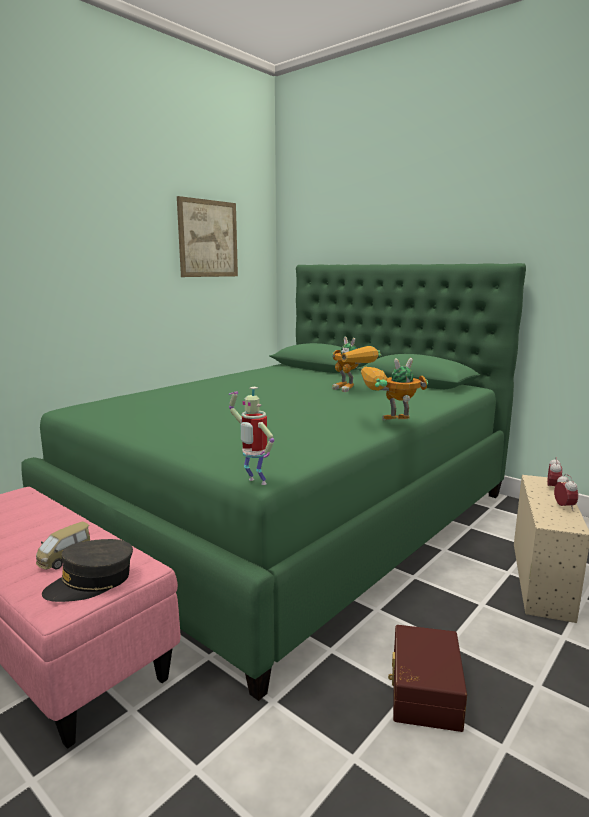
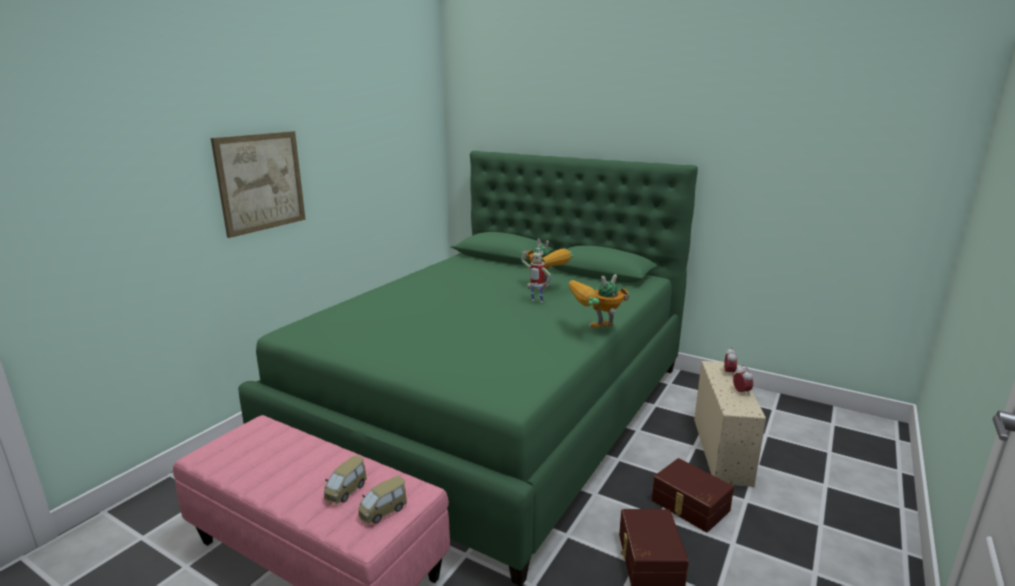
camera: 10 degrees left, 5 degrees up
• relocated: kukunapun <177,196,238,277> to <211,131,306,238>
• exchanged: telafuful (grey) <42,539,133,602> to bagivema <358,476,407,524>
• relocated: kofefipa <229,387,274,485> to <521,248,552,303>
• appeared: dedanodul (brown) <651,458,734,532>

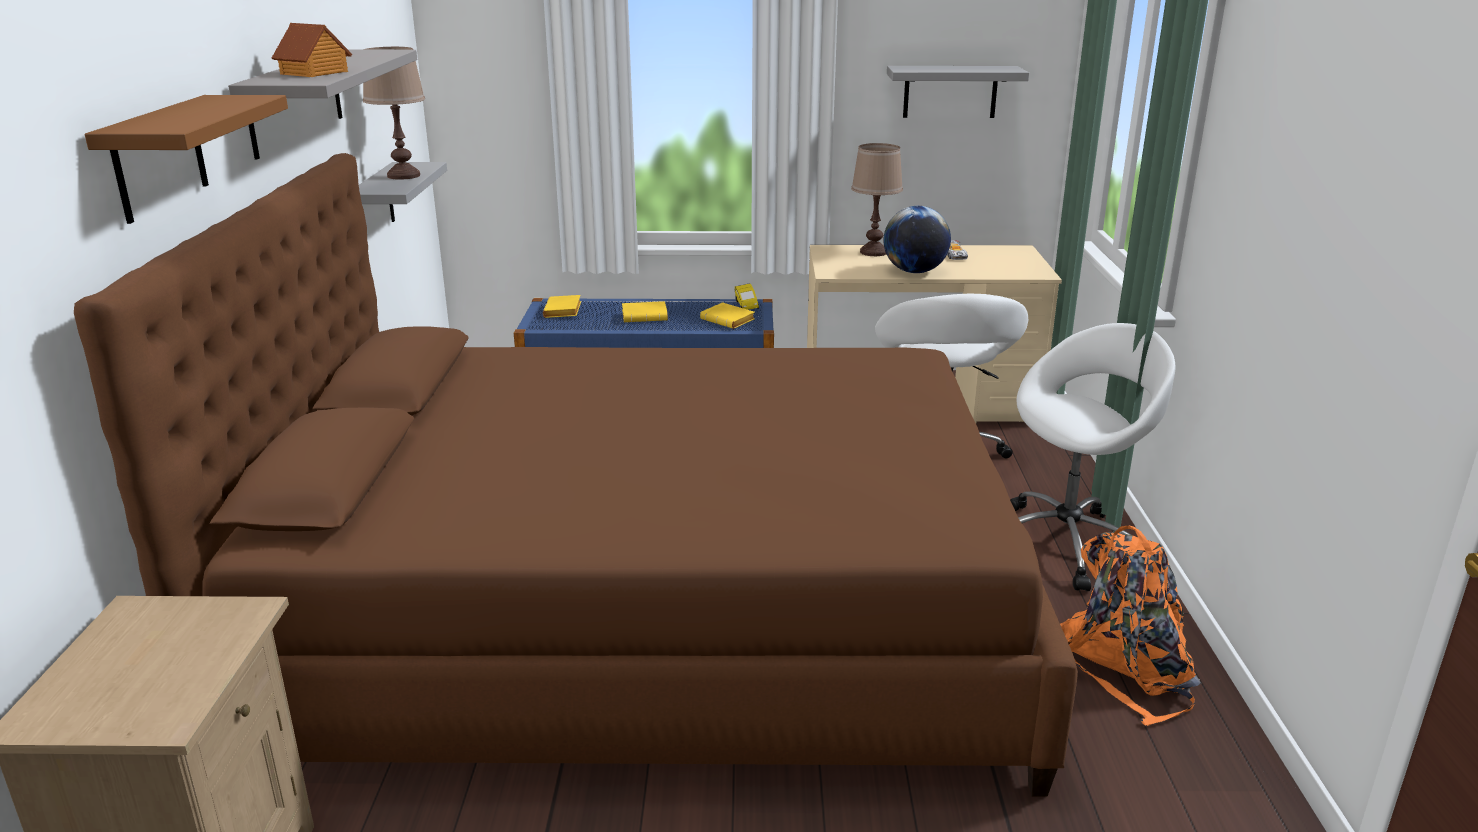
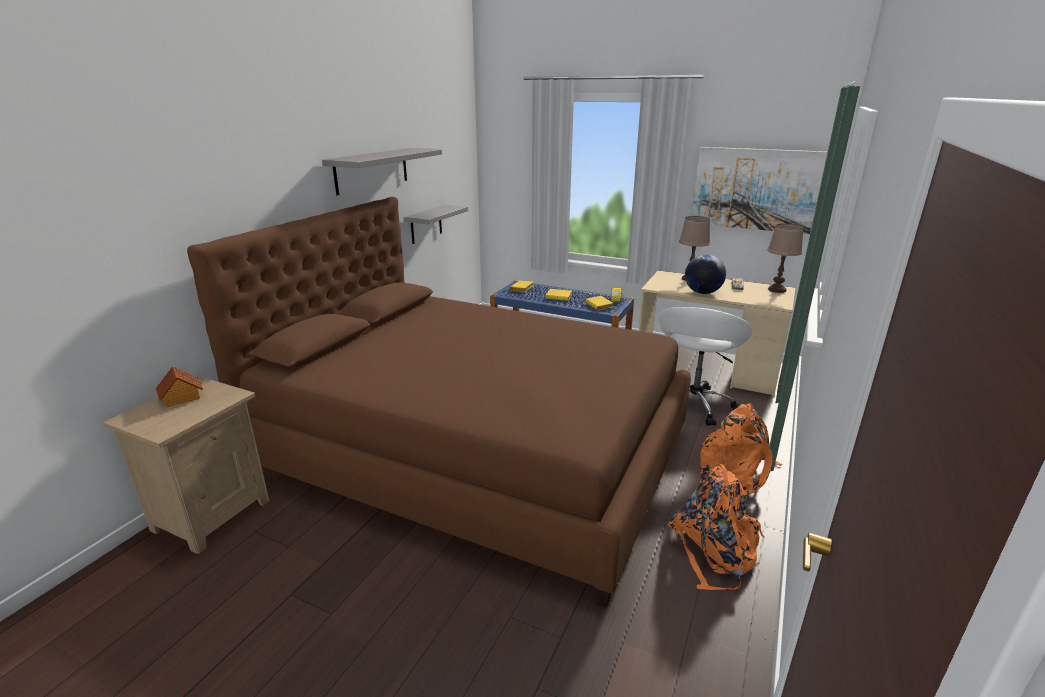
camera: 25 degrees right, 0 degrees up
• relocated: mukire <272,23,352,77> to <156,366,203,408>
• exchanged: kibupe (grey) <887,66,1029,118> to kukunapun <691,147,827,234>
• exchanged: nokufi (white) <1010,323,1176,591> to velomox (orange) <700,403,783,495>
• relocated: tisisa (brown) <363,47,425,180> to <768,223,804,293>
• missing: kibupe (brown) <85,95,288,224>

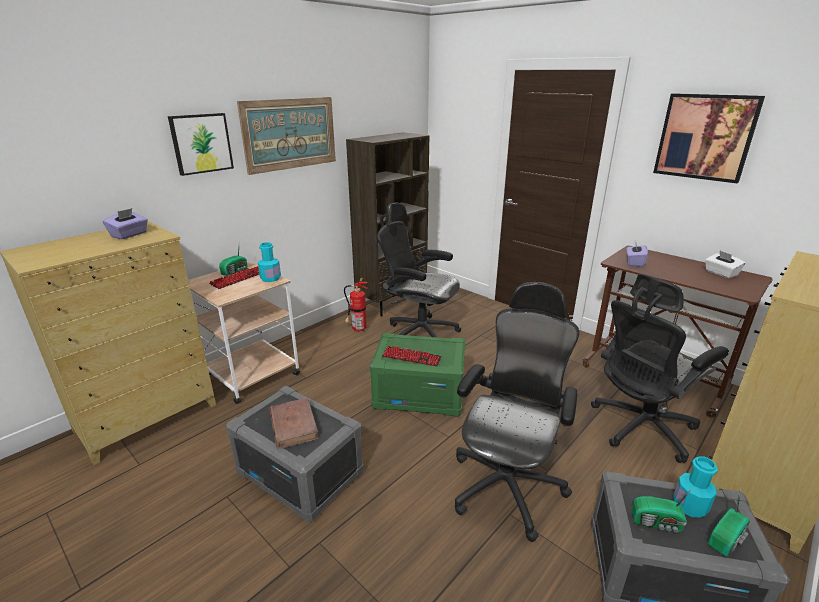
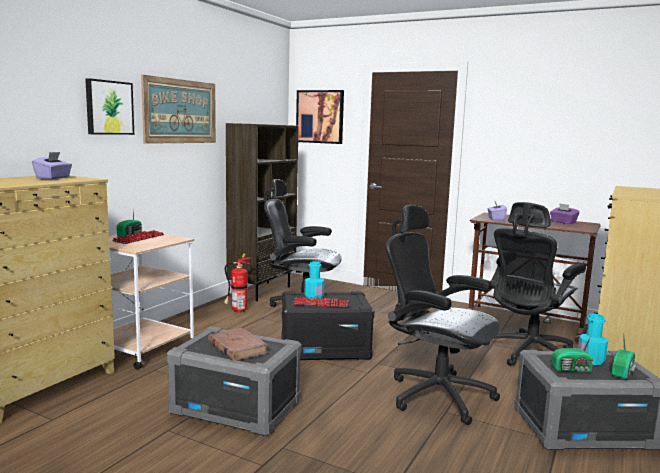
camera: 15 degrees left, 15 degrees down
• colour: dedanodul (green) <370,333,466,417> to dedanodul (black) <281,291,374,360>
• relocated: kukunapun <653,93,765,184> to <296,90,344,144>
• relocated: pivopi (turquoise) <258,242,281,282> to <305,261,325,299>
• spun: nokufi <455,282,579,542> = <386,205,500,425> 60 degrees counterclockwise
• colour: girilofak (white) <705,251,746,278> to girilofak (purple) <550,203,580,224>

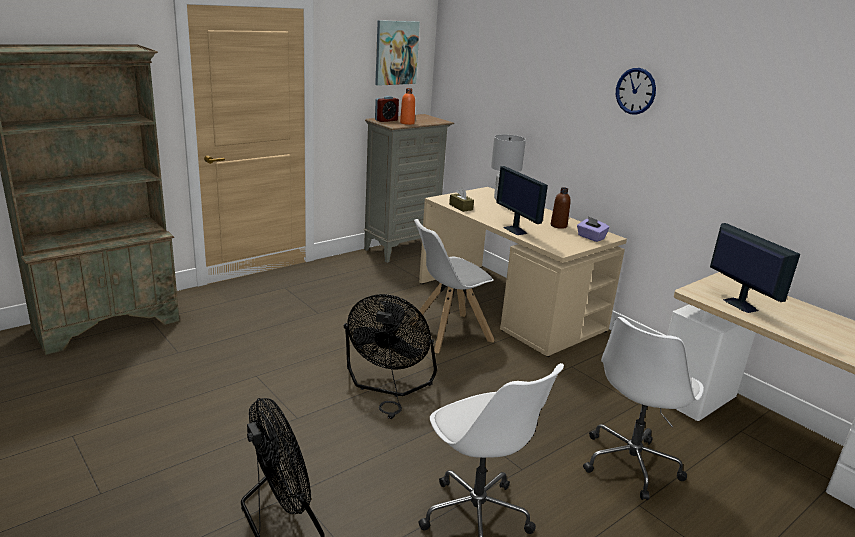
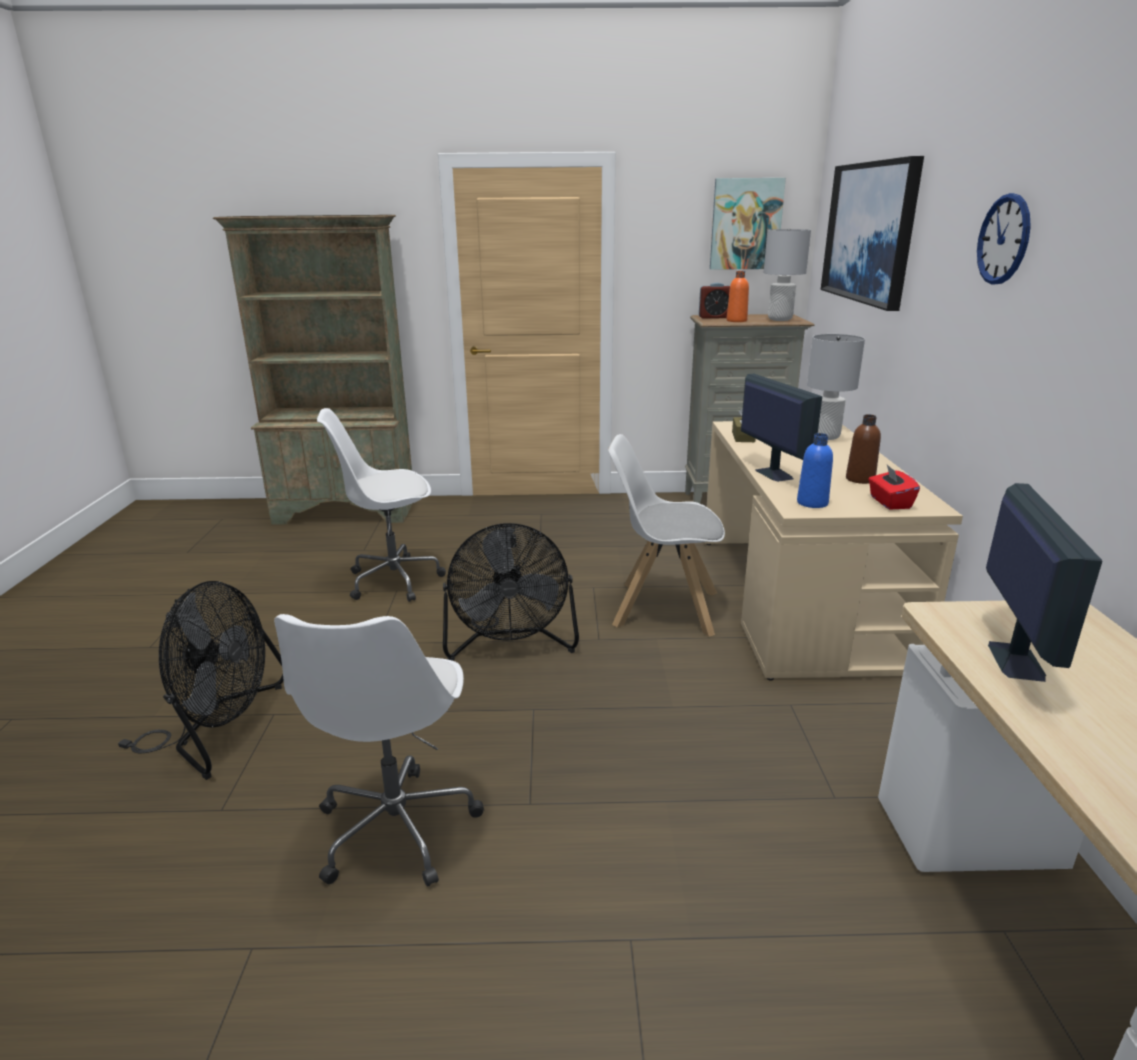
camera: 40 degrees right, 0 degrees up
• relocated: nokufi (white) <583,317,704,500> to <317,408,446,602>
• spun: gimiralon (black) <344,294,437,419> = <443,523,579,661> 120 degrees clockwise
• spun: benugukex <496,166,548,235> = <741,374,822,482> 150 degrees clockwise
• appeared: tisisa (grey) <764,228,811,321>
• appeared: pivopi (blue) <797,433,833,508>
• appeared: kukunapun <821,156,924,311>
• colour: girilofak (purple) <577,216,609,242> to girilofak (red) <868,465,920,510>

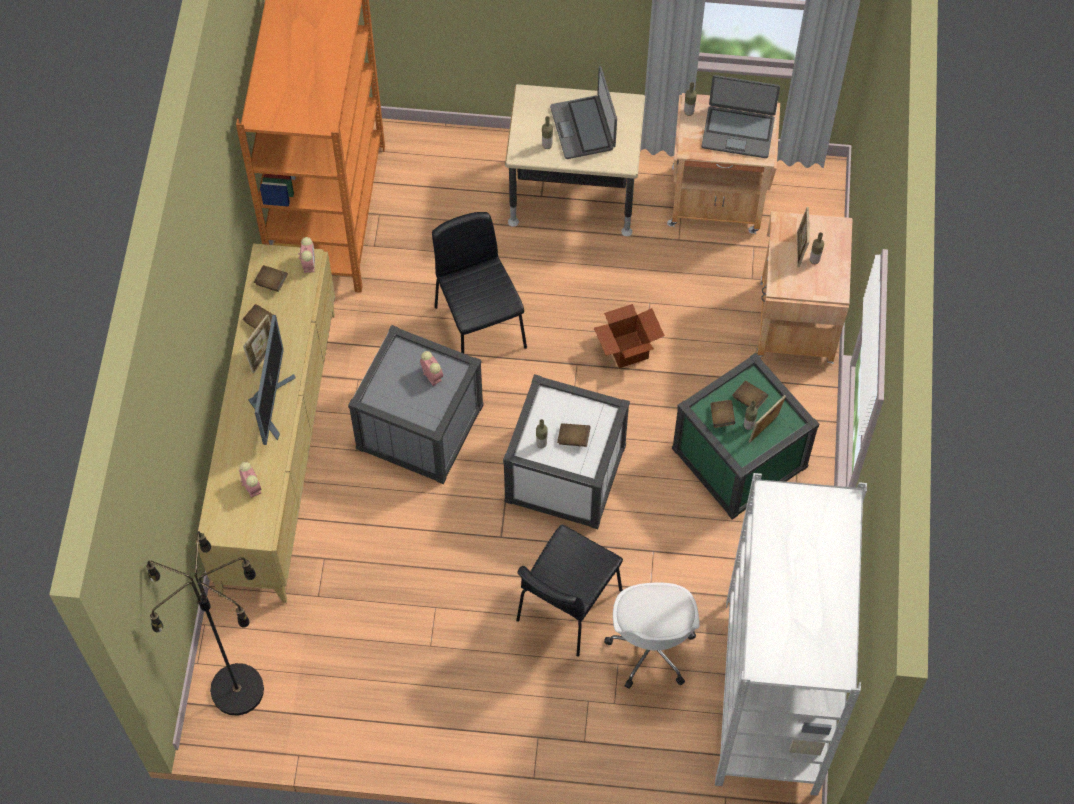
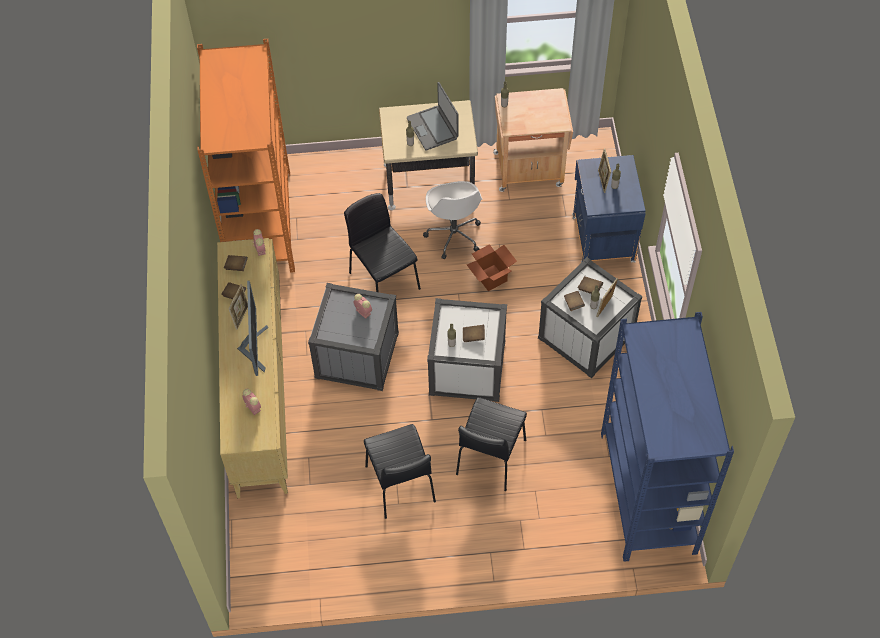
camera: 10 degrees left, 5 degrees down
• appeared: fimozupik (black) <364,424,436,519>
• relocated: nokufi (white) <604,582,700,689> to <423,181,483,259>
• colour: dedanodul (green) <672,353,819,520> to dedanodul (white) <538,257,642,378>
• colour: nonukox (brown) <757,211,853,364> to nonukox (blue) <572,155,646,263>
• colour: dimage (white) <715,473,867,795> to dimage (blue) <601,312,734,562>
• missing: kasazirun <147,531,264,716>
• missing: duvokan <702,75,780,158>

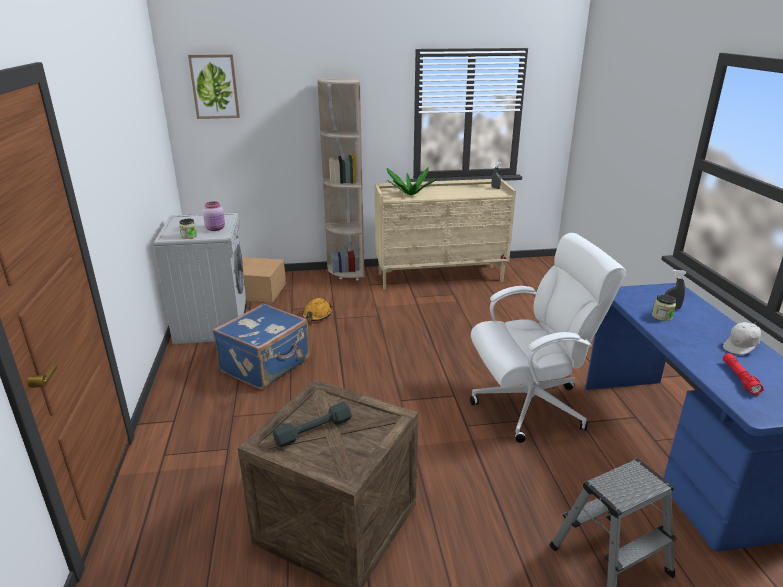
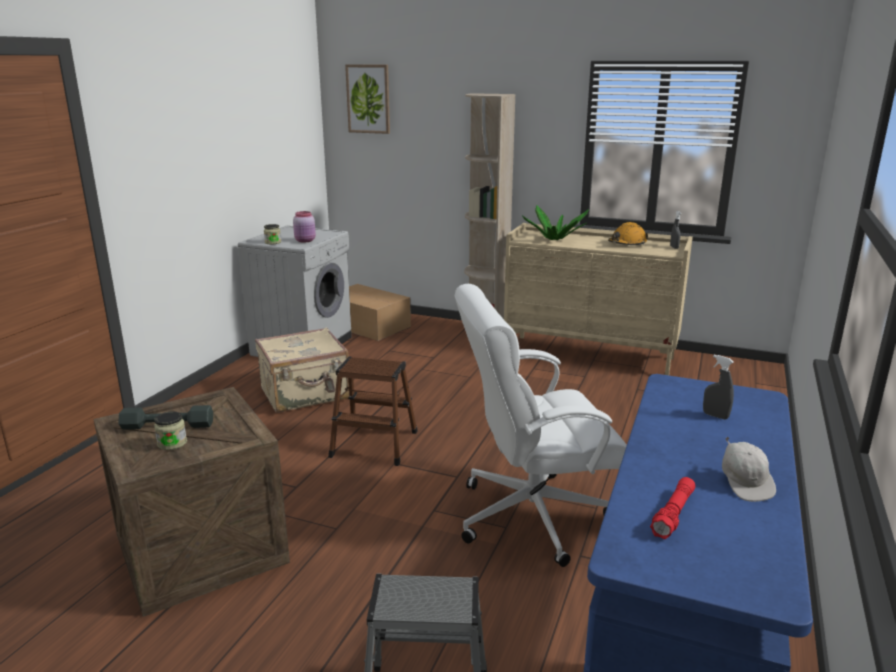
camera: 30 degrees right, 5 degrees down
• relocated: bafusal <652,294,676,321> to <154,411,187,450>
• colour: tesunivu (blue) <212,303,310,389> to tesunivu (beige) <255,327,349,413>
• appeared: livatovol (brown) <328,357,418,466>
• spun: nokufi (white) <470,233,626,443> = <454,284,627,567> 150 degrees clockwise
• relocated: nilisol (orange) <302,298,332,321> to <608,222,648,245>
• spun: telafuful (white) <723,322,761,355> = <722,436,776,502> 90 degrees counterclockwise

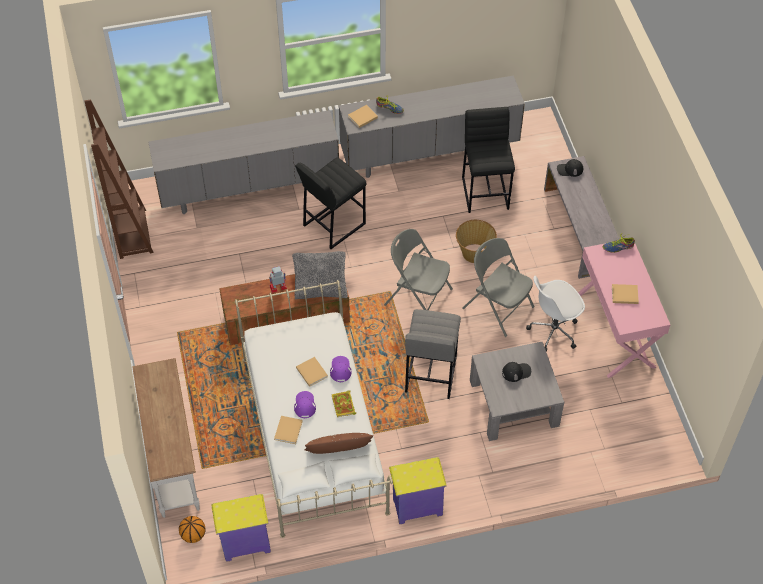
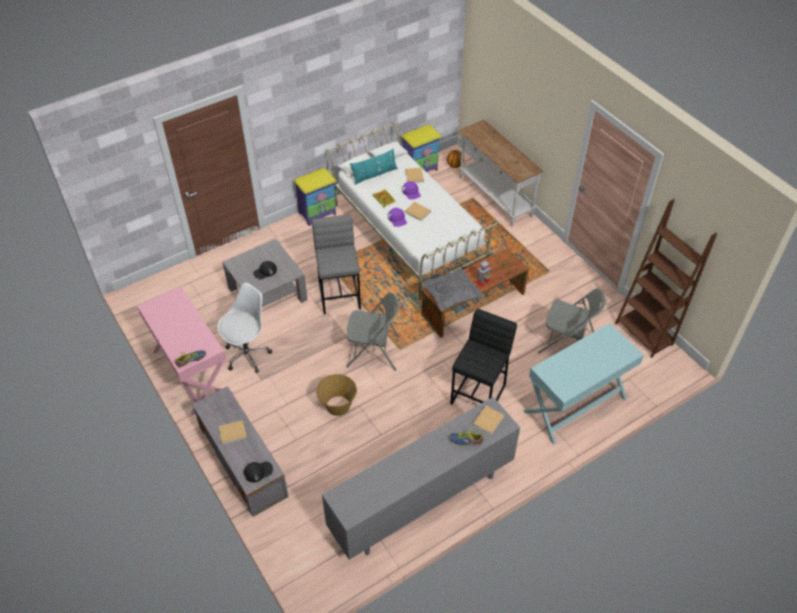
camera: 160 degrees right, 5 degrees down
• relocated: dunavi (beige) <612,284,639,304> to <219,420,247,445>
• colour: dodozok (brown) <305,433,373,454> to dodozok (turquoise) <350,148,398,185>
• exchanged: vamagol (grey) <149,110,339,214> to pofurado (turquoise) <524,323,644,445>
• relocated: fimozupik (grey) <462,238,535,338> to <538,288,605,354>
• missing: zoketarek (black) <462,107,515,213>

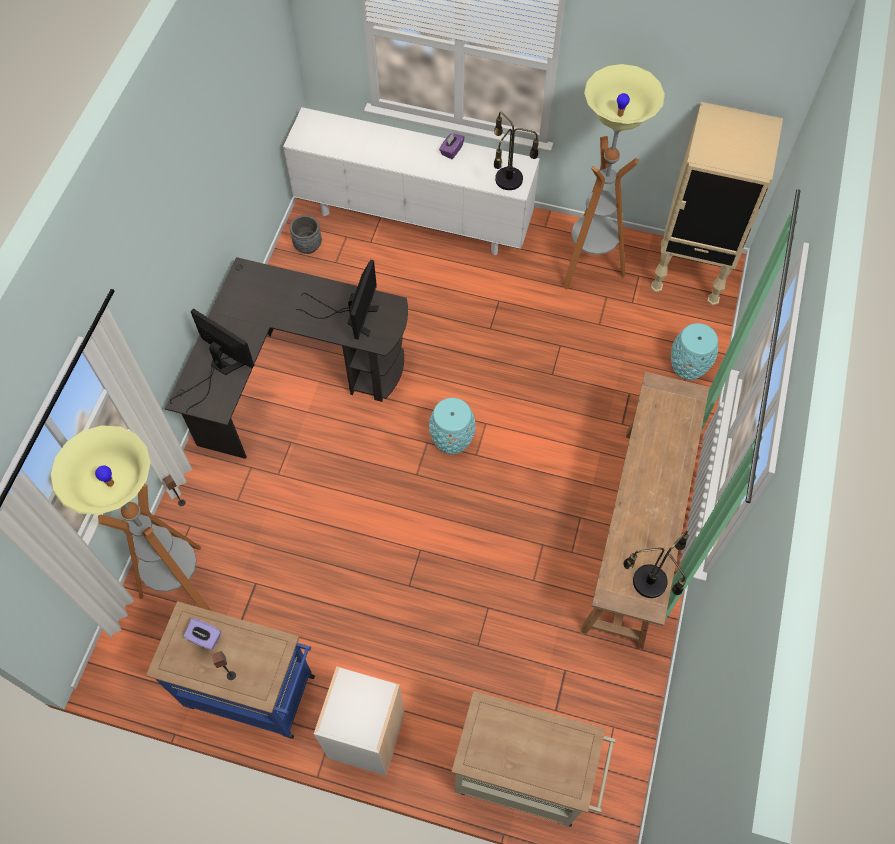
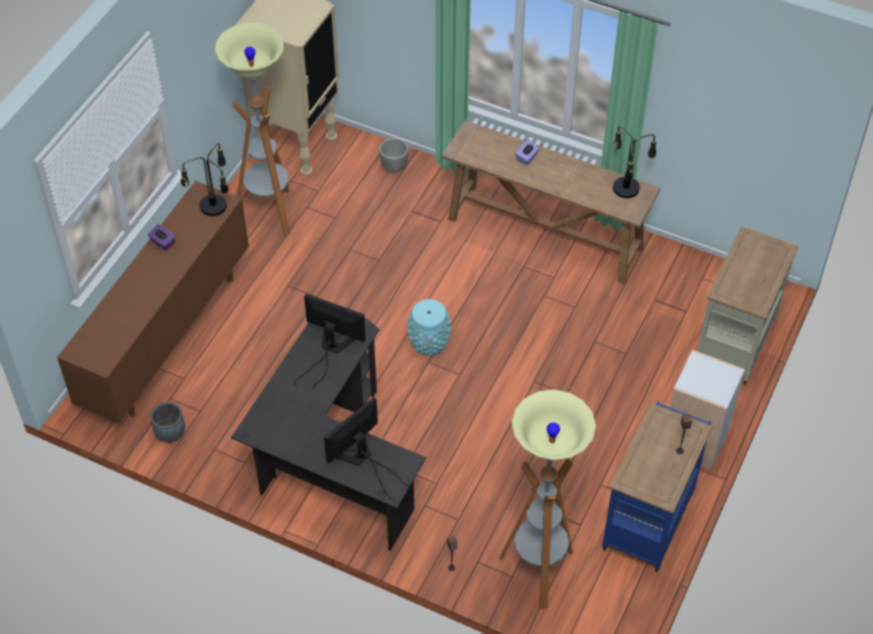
camera: 80 degrees left, 10 degrees down
• colour: vamagol (white) <283,107,540,255> to vamagol (brown) <57,181,249,424>
• exchanged: zoketarek (turquoise) <671,323,718,380> to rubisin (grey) <379,138,409,172>
• relocated: girilofak (purple) <184,618,221,650> to <515,139,540,165>

